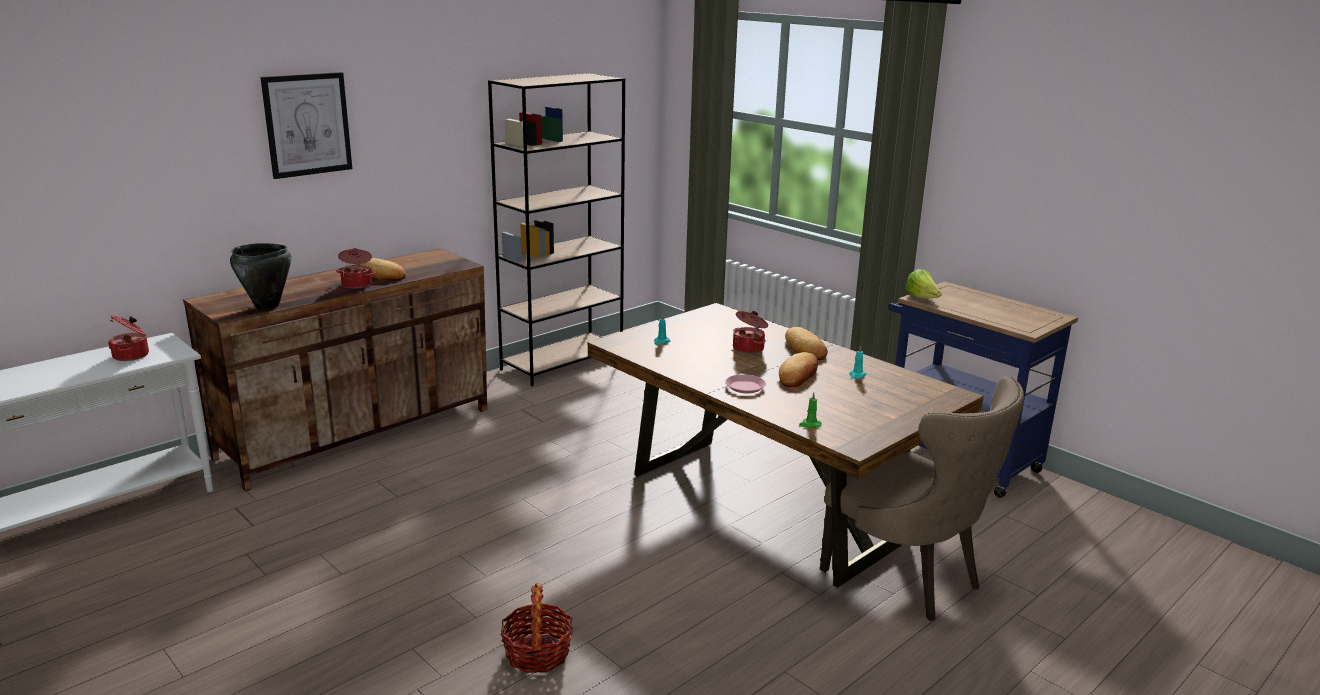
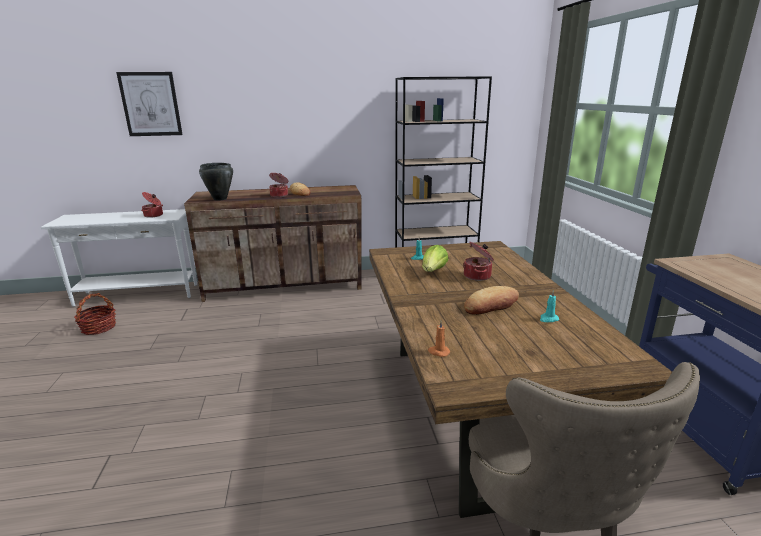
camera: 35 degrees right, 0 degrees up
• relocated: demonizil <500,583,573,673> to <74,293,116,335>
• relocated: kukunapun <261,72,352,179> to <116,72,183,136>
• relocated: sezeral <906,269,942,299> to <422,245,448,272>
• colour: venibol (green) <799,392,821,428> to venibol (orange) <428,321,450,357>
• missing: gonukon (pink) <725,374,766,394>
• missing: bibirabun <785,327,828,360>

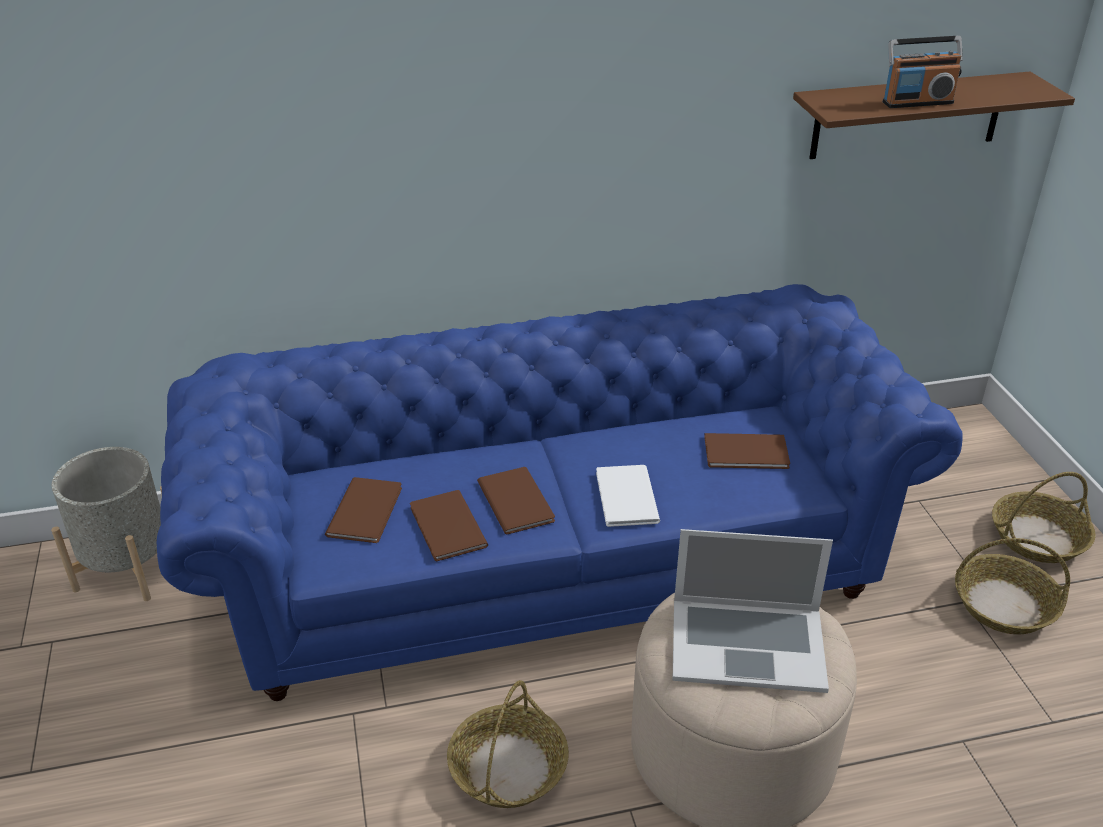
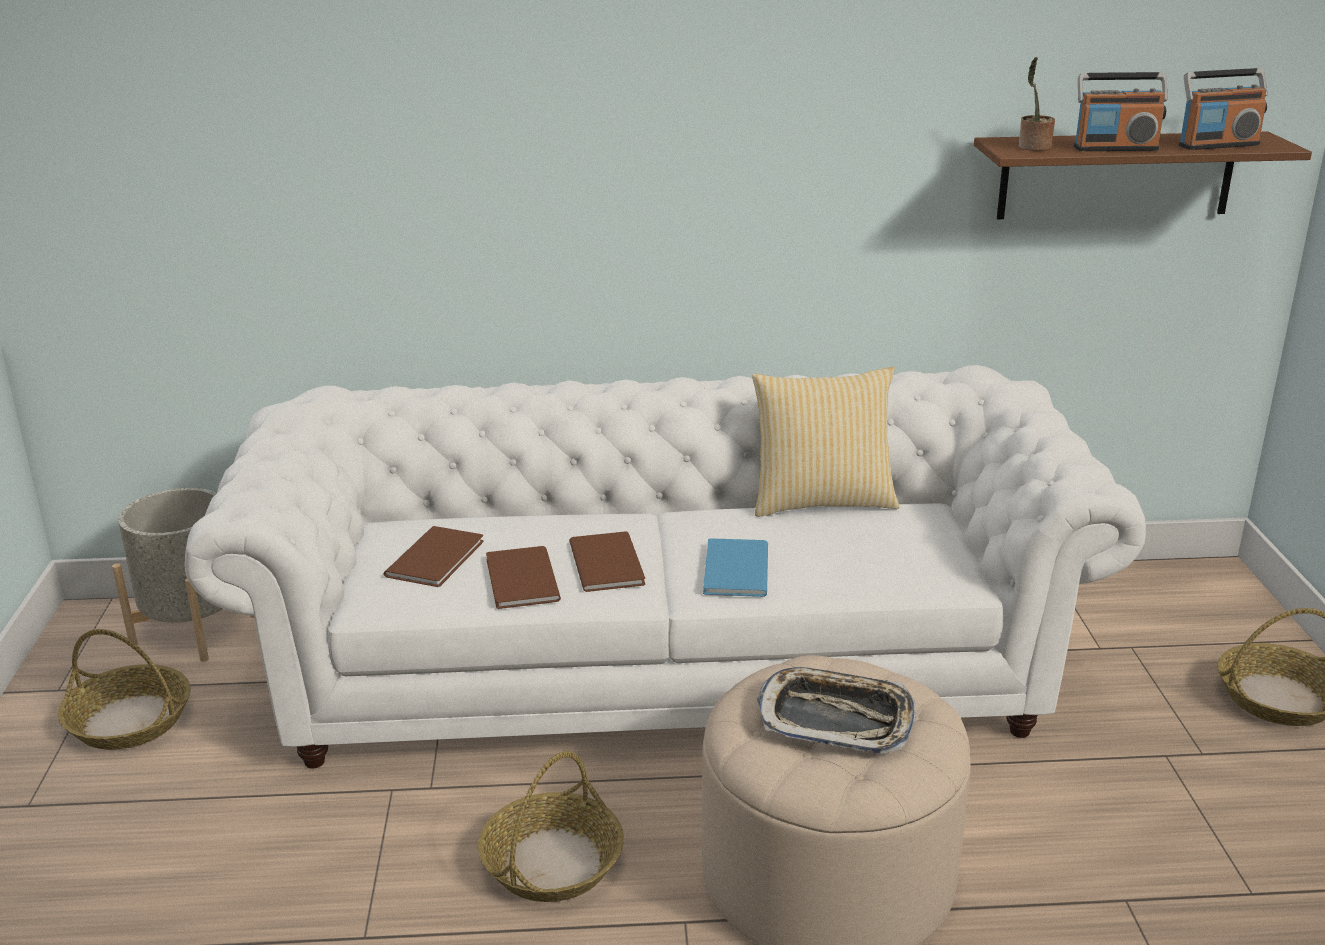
camera: 10 degrees right, 10 degrees down
• relocated: demonizil <955,538,1070,634> to <58,629,191,750>
• colour: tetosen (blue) <157,284,963,701> to tetosen (white) <185,365,1146,769>
• colour: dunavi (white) <596,465,660,527> to dunavi (blue) <703,538,768,597>
• appeared: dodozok <752,367,899,517>
• exchanged: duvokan <673,529,833,693> to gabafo <757,667,917,754>
• appeared: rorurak <1019,57,1055,151>
• appeared: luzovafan <1179,68,1268,150>
• missing: dunavi (brown) <704,433,790,469>

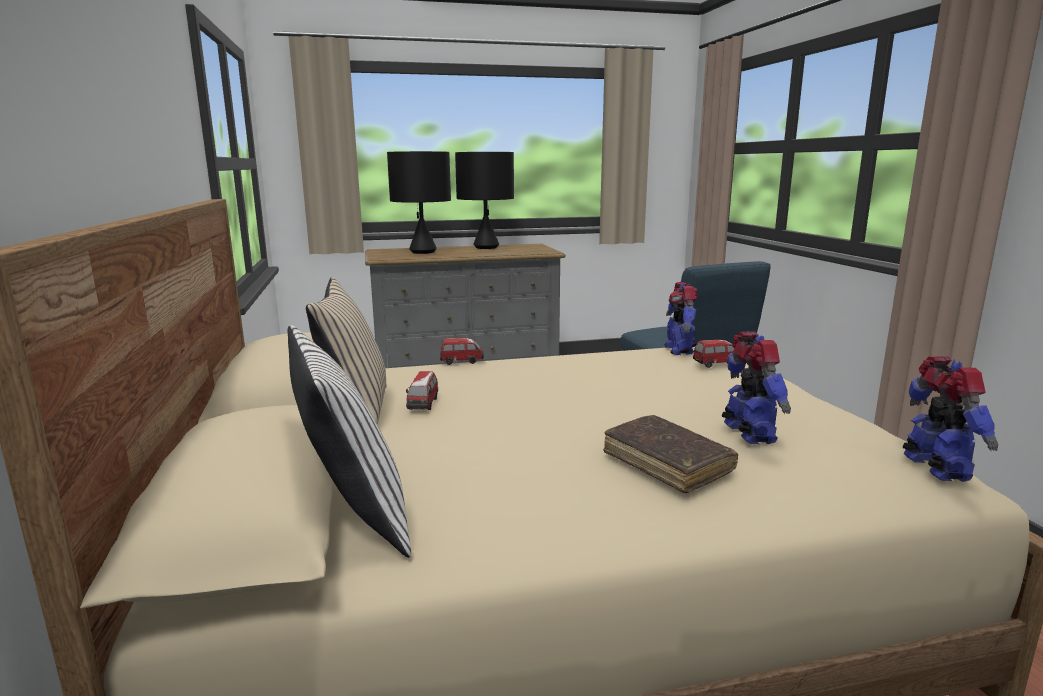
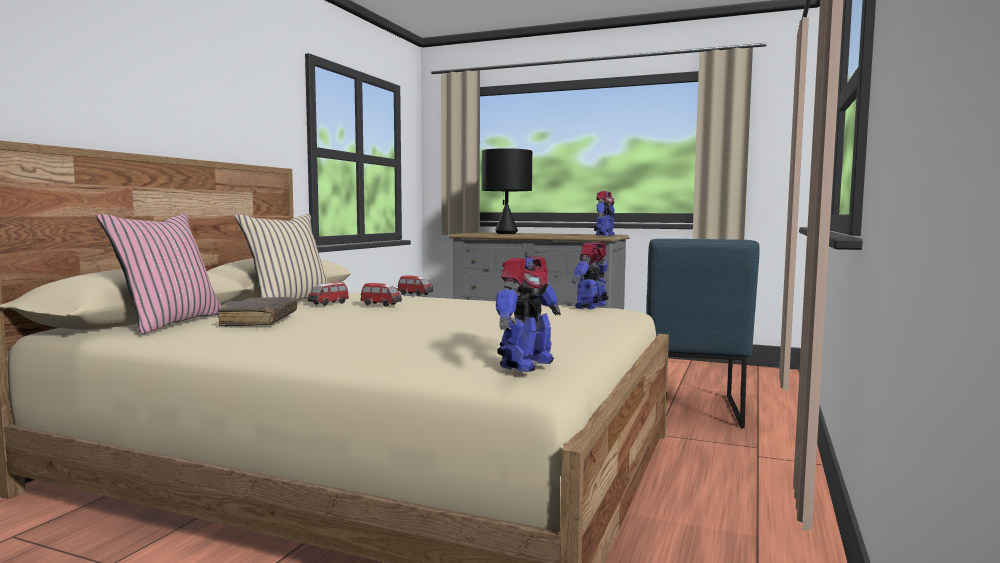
camera: 35 degrees right, 10 degrees down
• colour: dodozok (white) <288,325,411,558> to dodozok (pink) <97,213,222,334>
• relocated: dunavi (brown) <603,415,738,493> to <218,297,297,327>
• relocated: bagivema <693,340,734,368> to <361,283,402,307>
• relocated: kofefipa <722,331,791,444> to <594,191,616,236>
• missing: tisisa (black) <455,152,514,249>

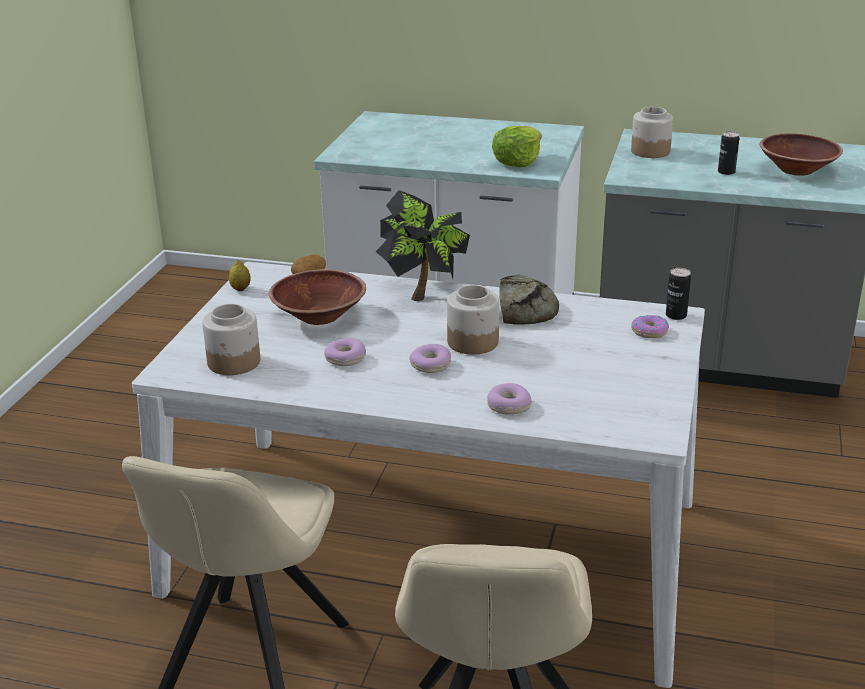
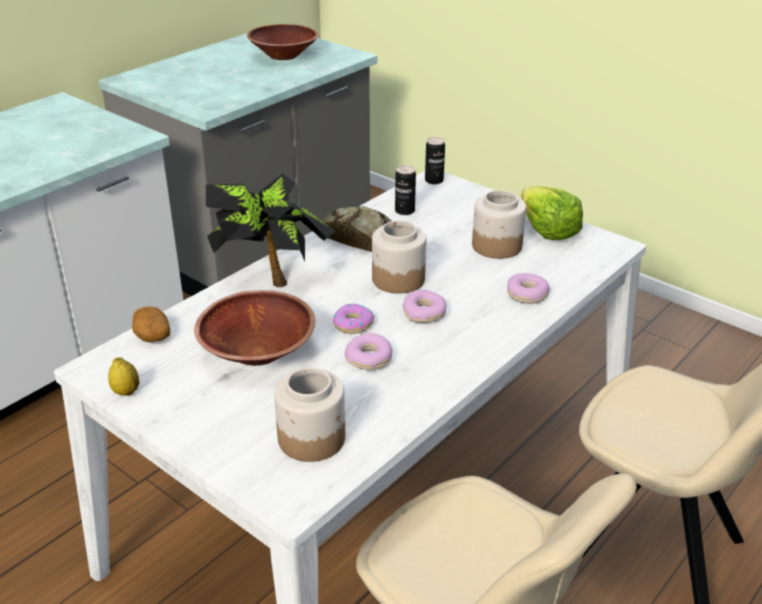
camera: 65 degrees left, 5 degrees up
• relocated: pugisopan <631,315,669,338> to <333,304,374,334>
• relocated: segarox <718,131,739,175> to <395,165,416,215>
• relocated: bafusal <631,107,673,158> to <472,190,526,259>
• relocated: sezeral <492,126,542,167> to <521,186,583,240>

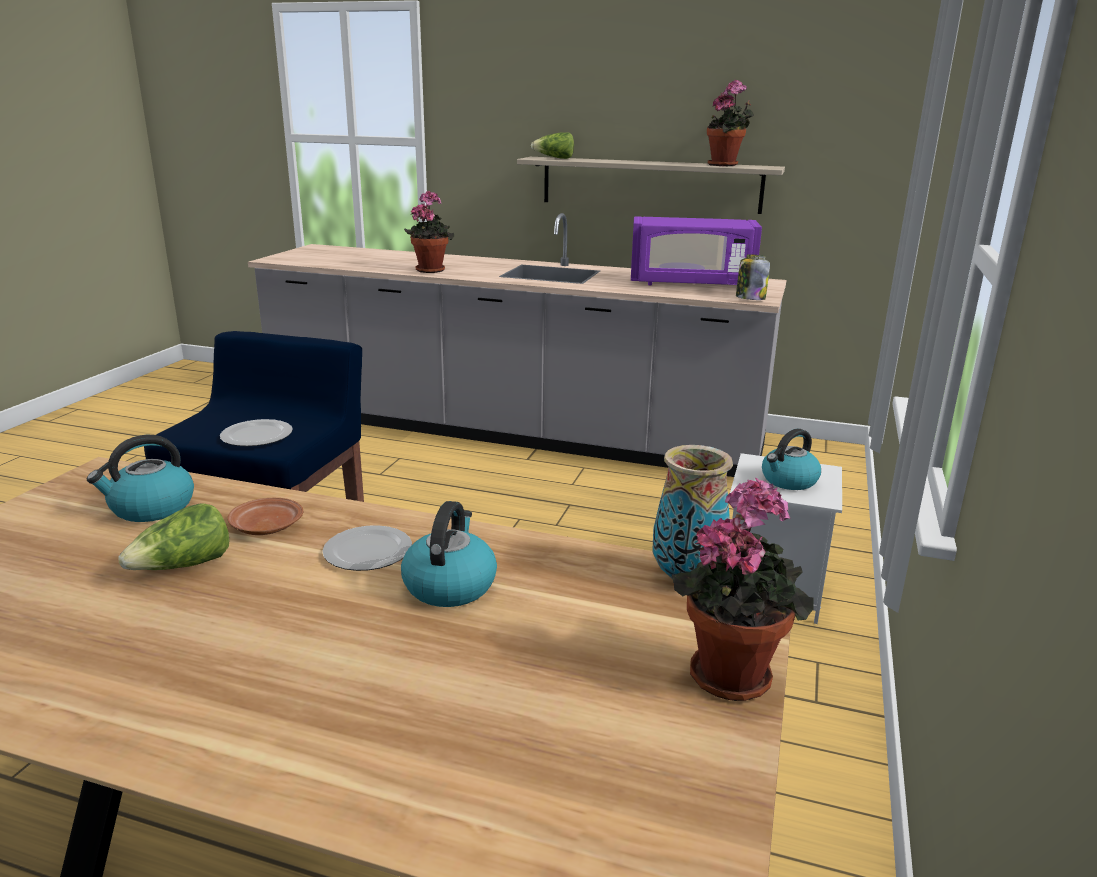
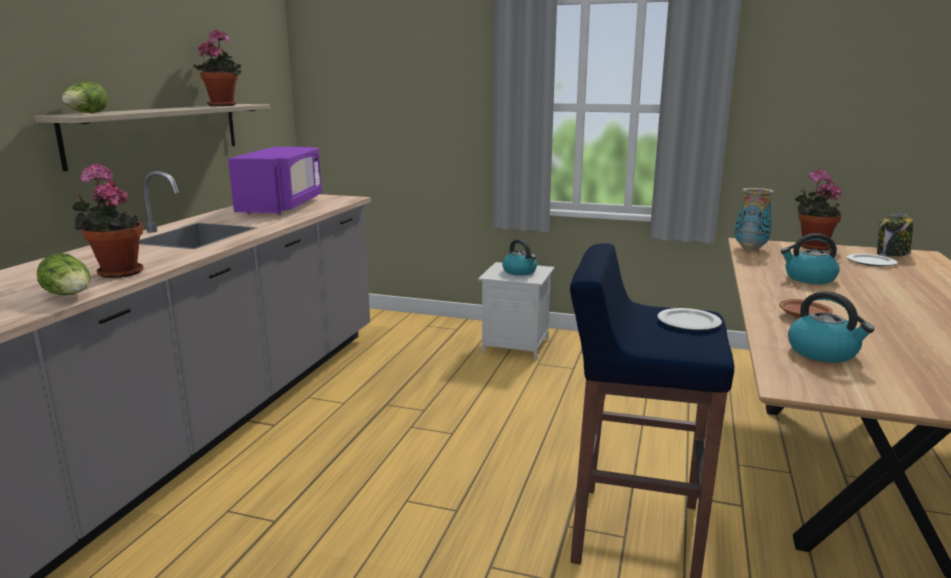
camera: 90 degrees left, 5 degrees down
• relocated: sezeral <118,503,230,570> to <37,253,91,295>
• relocated: gonukon <323,525,412,571> to <847,254,897,266>
• relocated: bafusal <736,254,770,300> to <877,214,913,257>

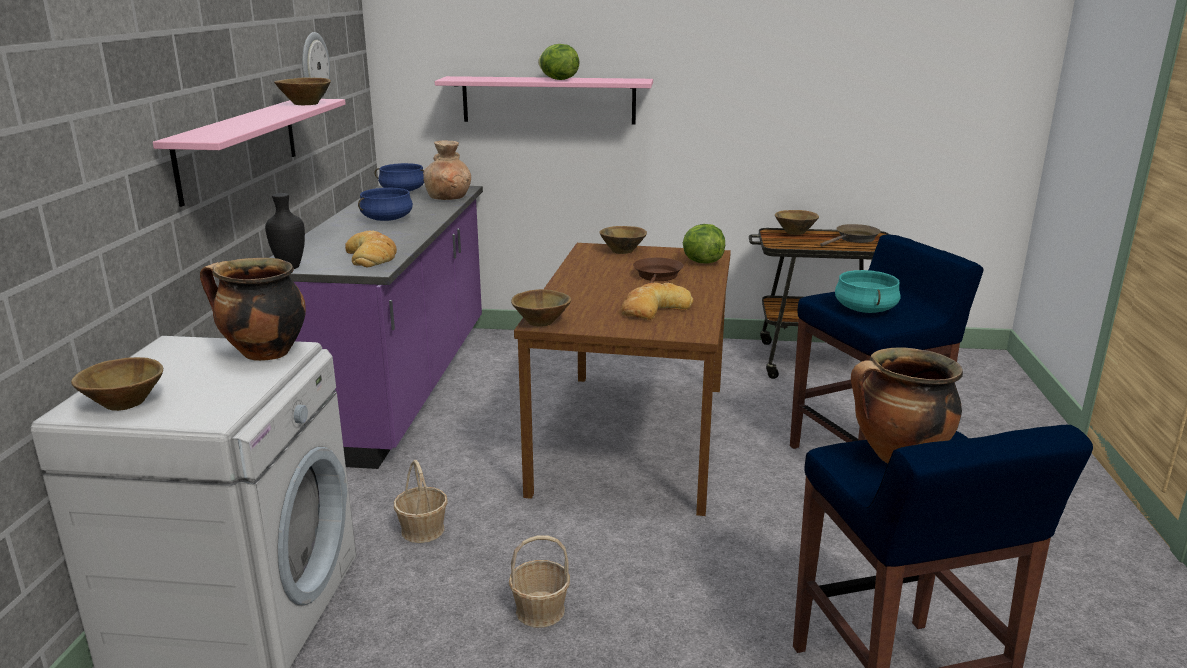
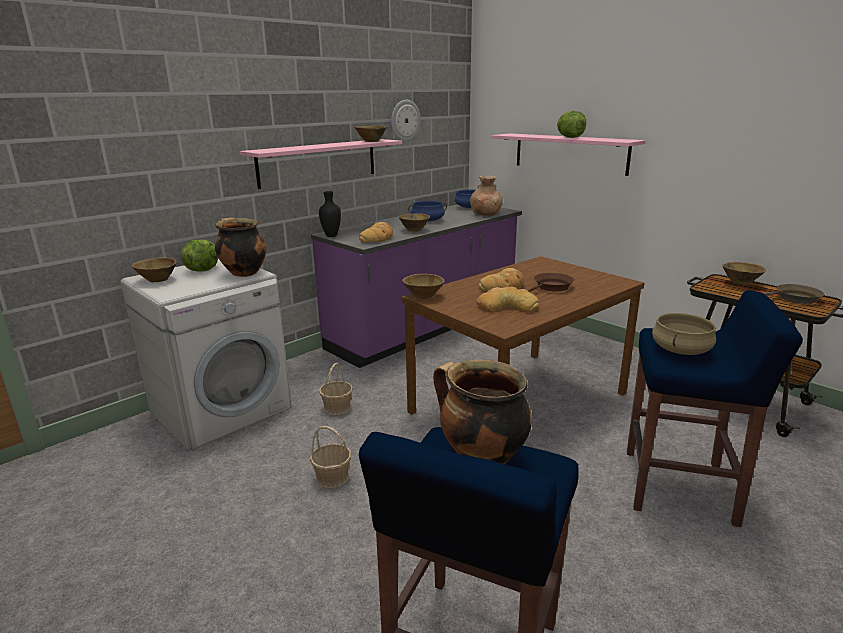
camera: 40 degrees right, 0 degrees up
• relocated: sezeral <683,224,725,263> to <181,239,218,272>
• relocated: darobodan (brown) <599,226,647,254> to <399,213,430,232>
• appeared: bibirabun <478,268,524,291>
• colour: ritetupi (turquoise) <835,270,900,313> to ritetupi (beige) <652,313,716,355>

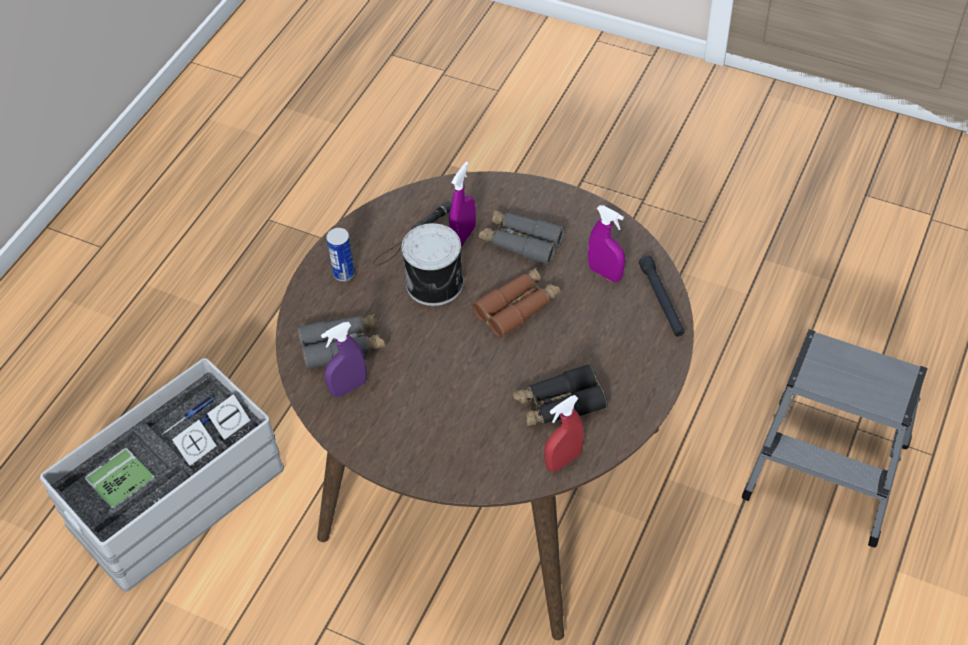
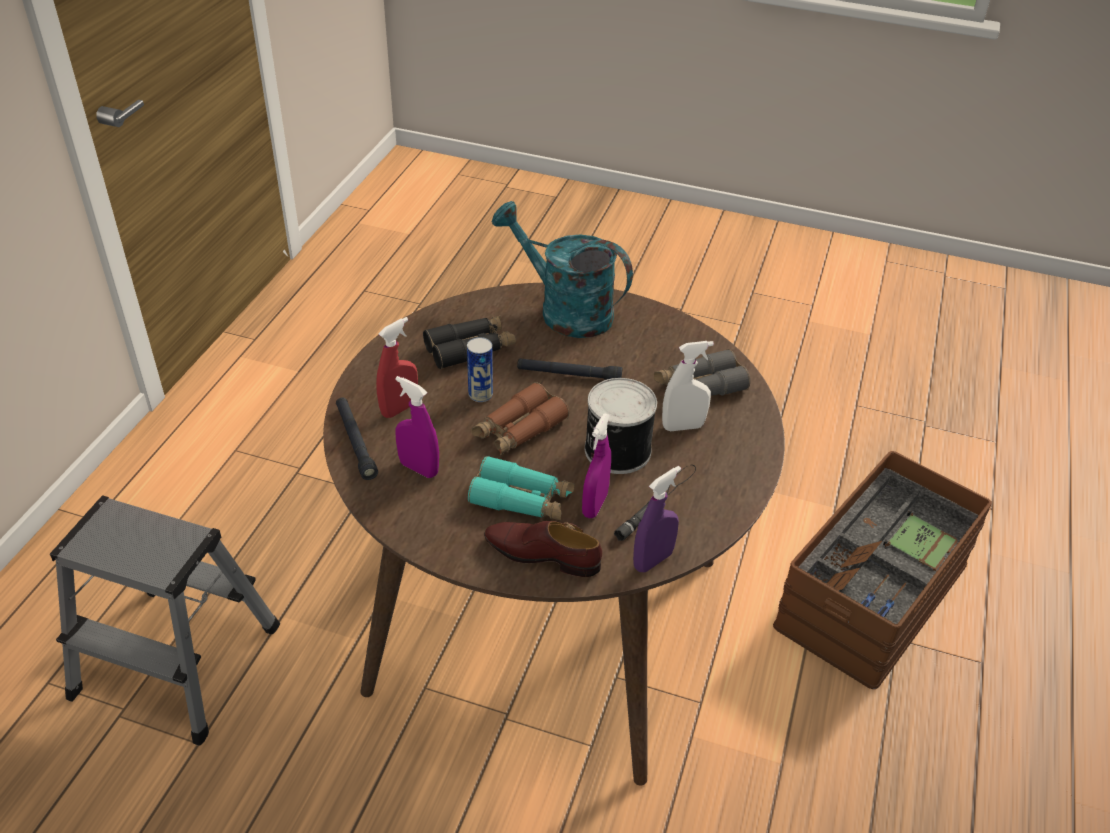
camera: 170 degrees right, 10 degrees down
• relocated: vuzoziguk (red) <544,395,584,472> to <376,317,418,418>
• relocated: segarox <326,228,355,282> to <467,337,493,402>
• colour: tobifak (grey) <479,210,565,266> to tobifak (turquoise) <468,456,575,520>
• appeared: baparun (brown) <484,521,602,577>
• appeared: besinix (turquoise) <492,201,633,338>
• appeared: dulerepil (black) <517,358,622,380>
• relocated: vuzoziguk (purple) <321,322,367,397> to <633,466,681,572>
• appeared: vuzoziguk (white) <662,341,714,431>
• colour: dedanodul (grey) <40,358,284,591> to dedanodul (brown) <773,451,992,689>

